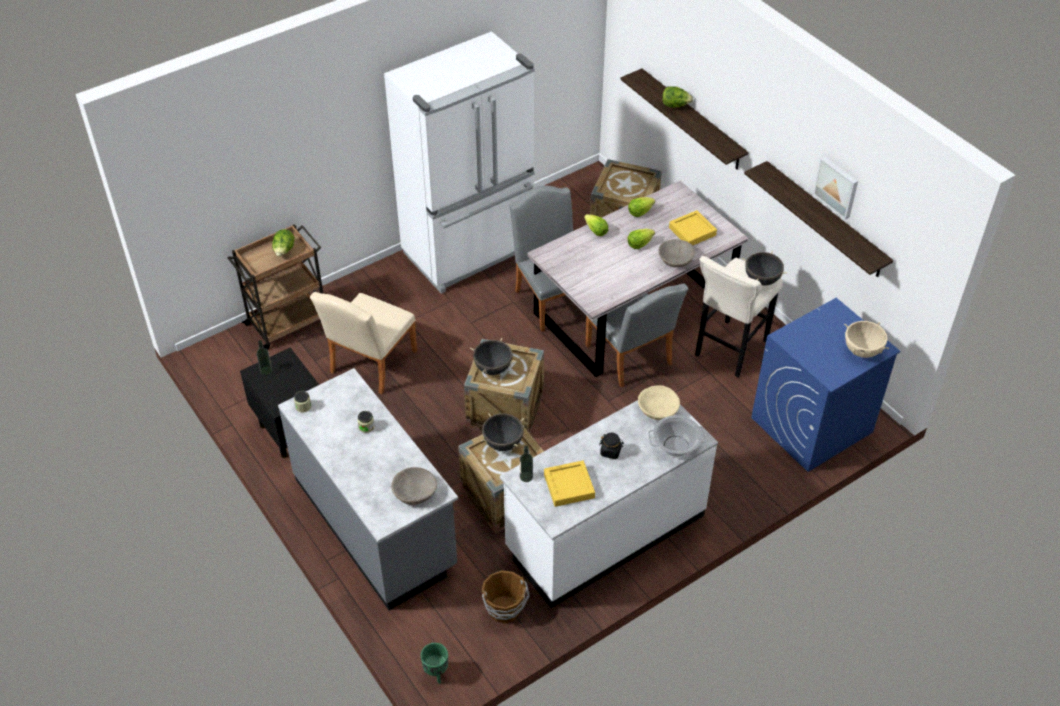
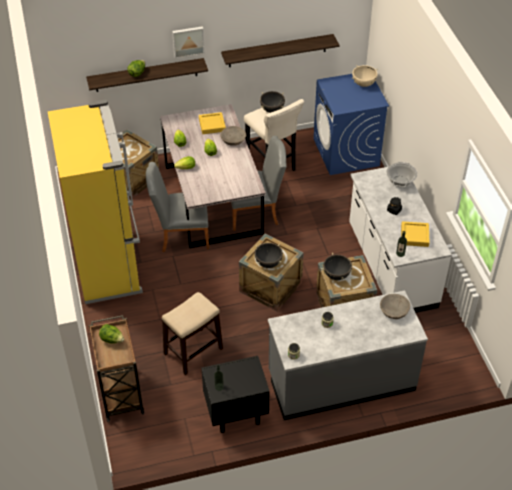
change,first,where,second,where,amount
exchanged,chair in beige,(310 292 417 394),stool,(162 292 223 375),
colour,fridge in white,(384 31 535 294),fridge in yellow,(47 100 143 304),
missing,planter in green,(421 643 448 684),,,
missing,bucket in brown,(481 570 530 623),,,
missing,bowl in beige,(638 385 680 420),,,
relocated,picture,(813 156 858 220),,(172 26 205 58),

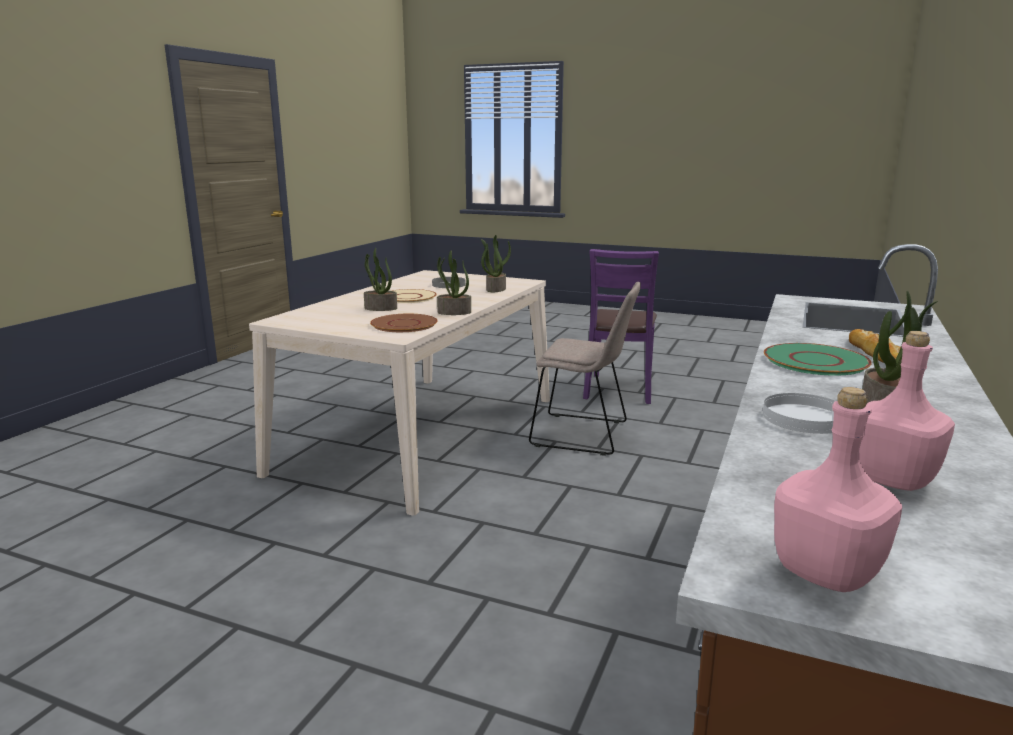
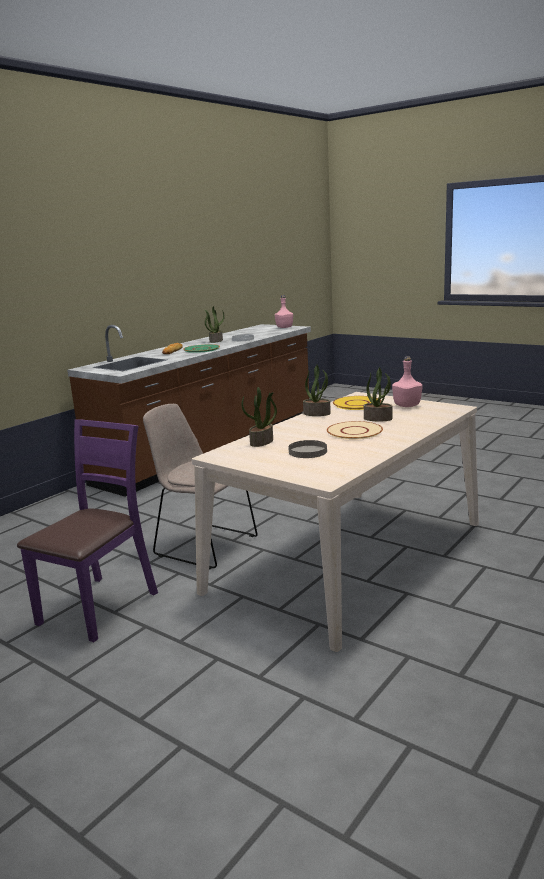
change,first,where,second,where,amount
colour,plate in brown,(370 314 438 332),plate in yellow,(333 396 381 410),
relocated,bottle in pink,(859 331 955 491),,(392 356 422 407),

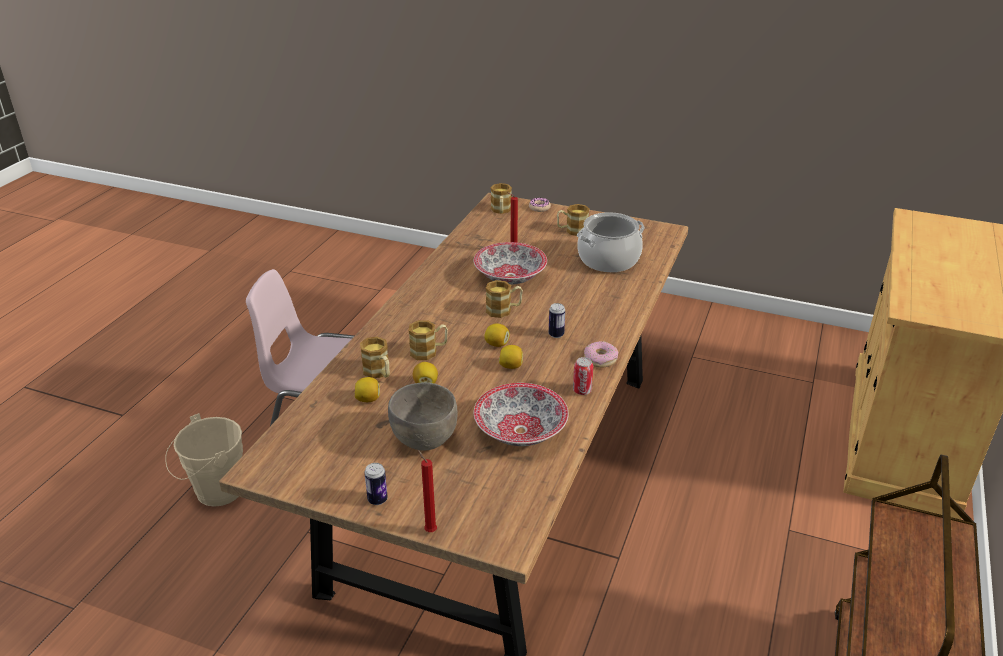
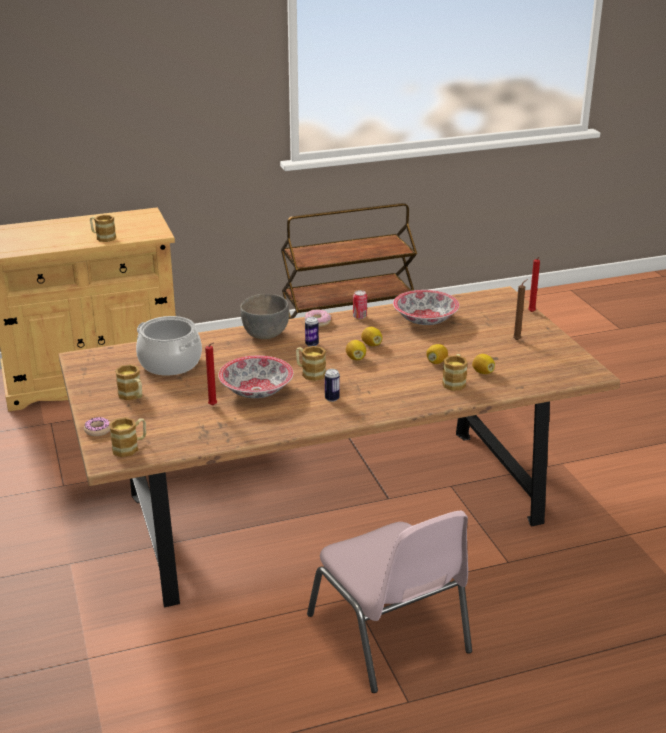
change,first,where,second,where,amount
missing,bucket in beige,(165 413 243 507),,,
relocated,can,(365 463 388 505),,(325 369 340 402),
relocated,bowl in grey,(388 382 458 451),,(240 294 290 339),
relocated,mug,(408 320 448 360),,(90 215 116 242),
appeared,,,candle in brown,(513 279 528 340),

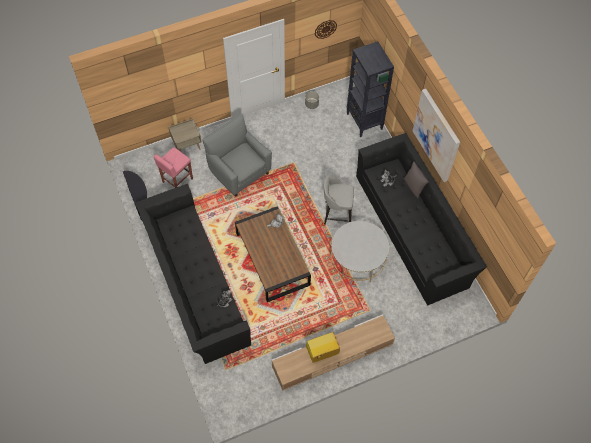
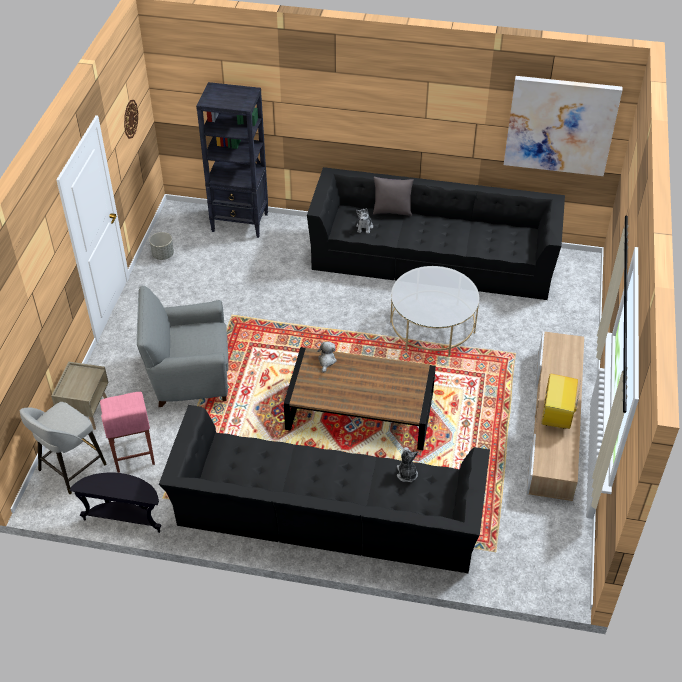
change,first,where,second,where,amount
relocated,stool in grey,(324 175 354 225),,(20 402 107 494),
relocated,picture,(413 89 460 182),,(504 76 622 176),

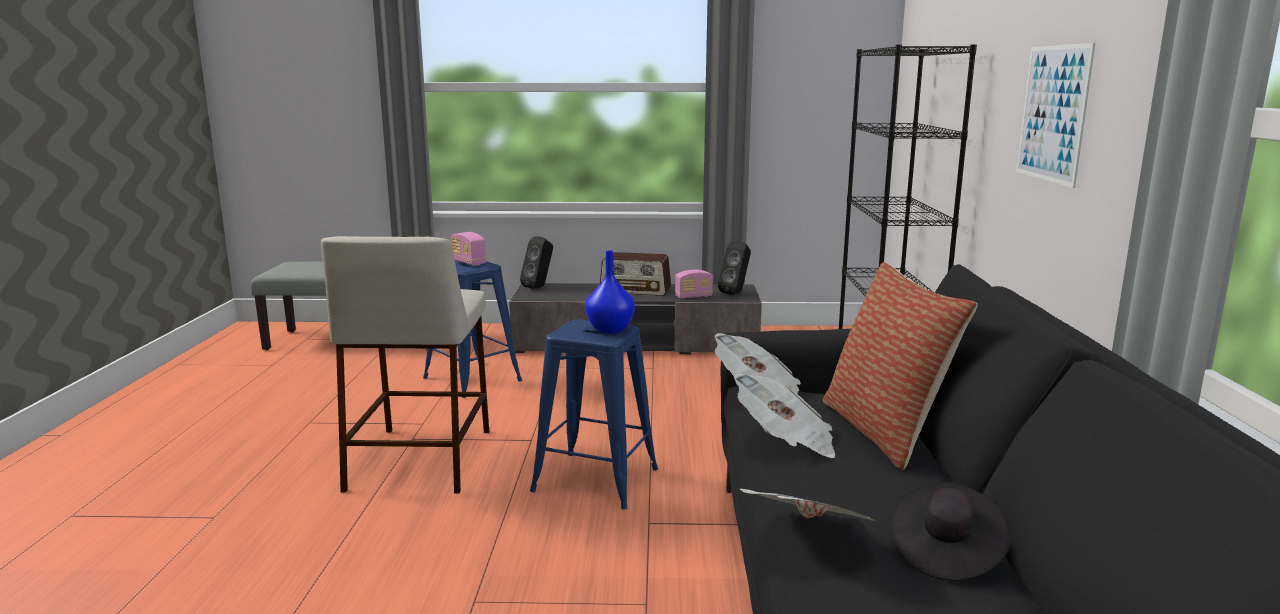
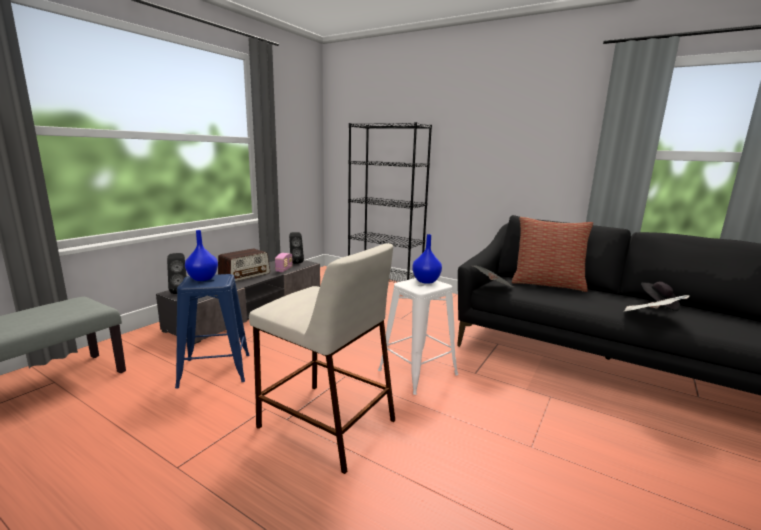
change,first,where,second,where,amount
exchanged,radio,(451 232 486 266),vase in blue,(185 230 218 281),
colour,stool in blue,(530 320 658 510),stool in white,(378 278 458 395),
missing,newspaper,(734 373 835 458),,,
missing,picture,(1016 43 1095 188),,,

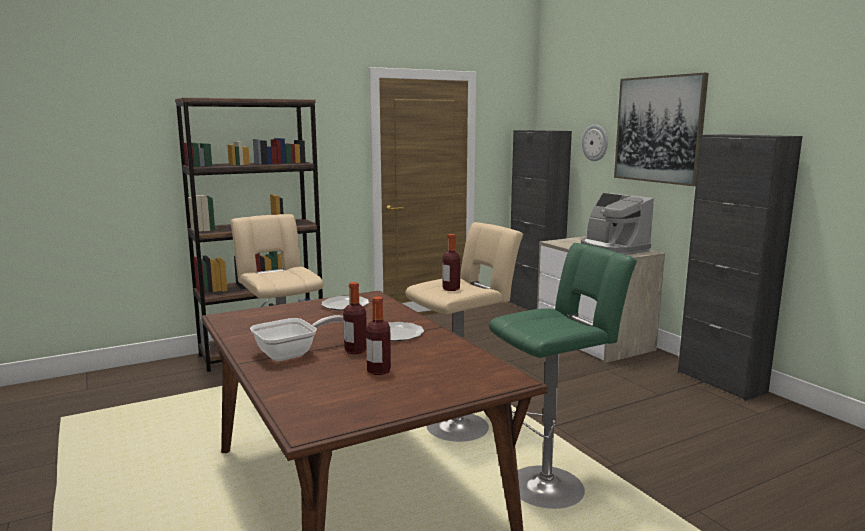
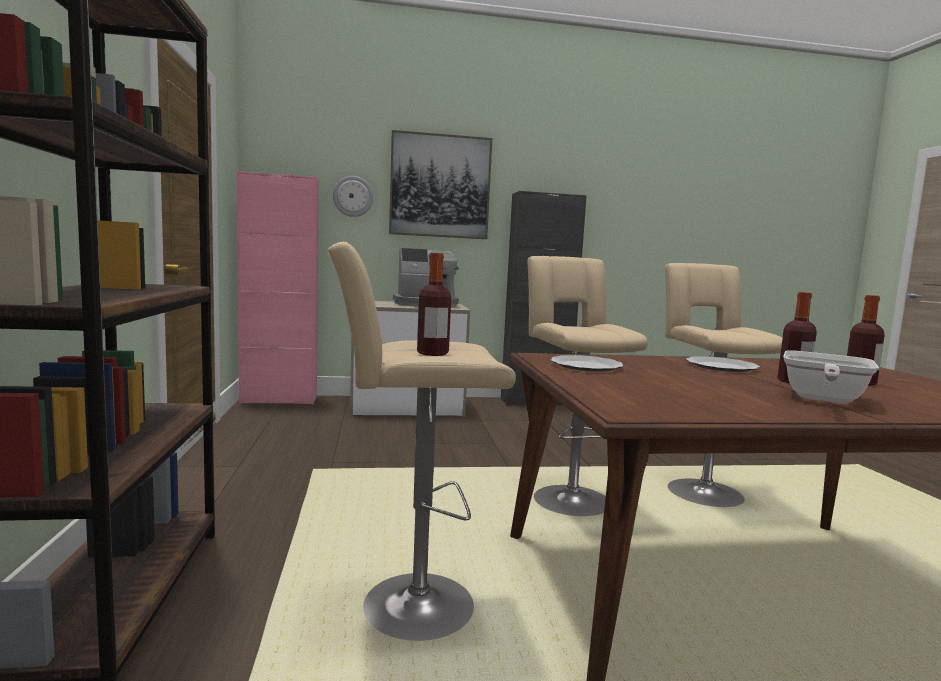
change,first,where,second,where,amount
spun,frying pan,(250 315 343 361),,(783 350 879 404),135 degrees counterclockwise
relocated,bottle,(442 234 460 291),,(417 253 451 356),
colour,stool in green,(489 243 637 509),stool in beige,(665 263 783 507),
colour,cabinet in black,(509 130 572 310),cabinet in pink,(237 171 319 405),

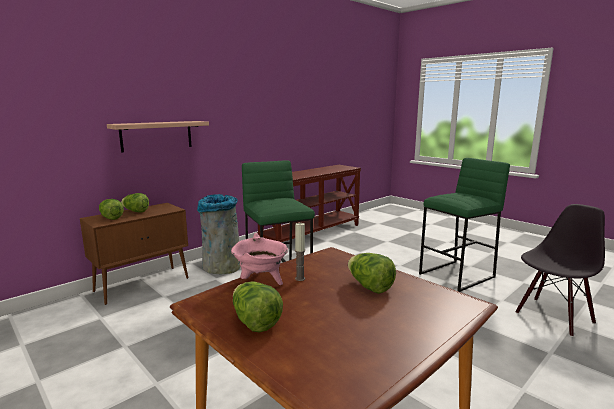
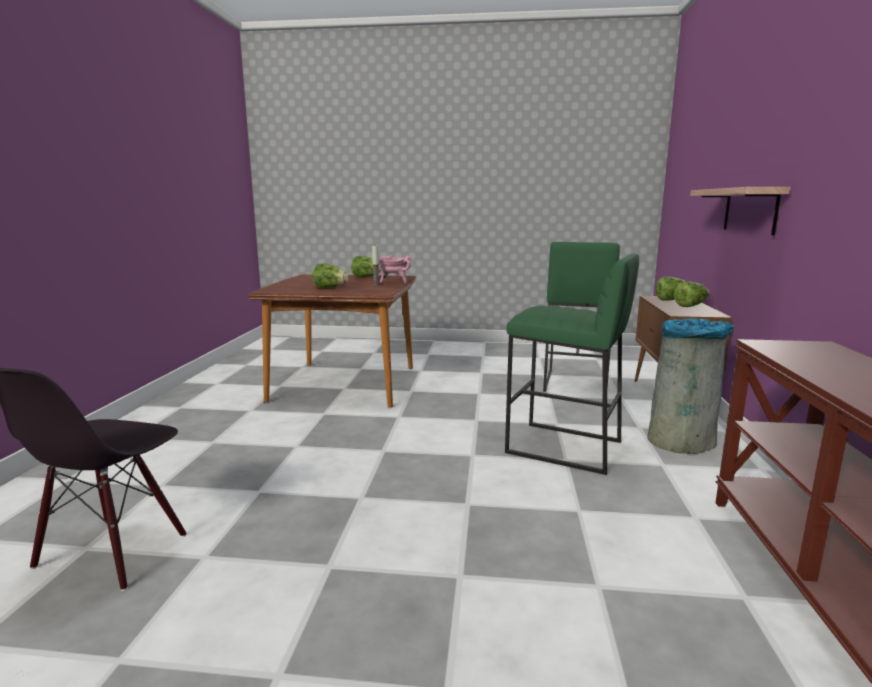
change,first,where,second,where,amount
relocated,stool in green,(419 158 510 292),,(543 242 620 392),

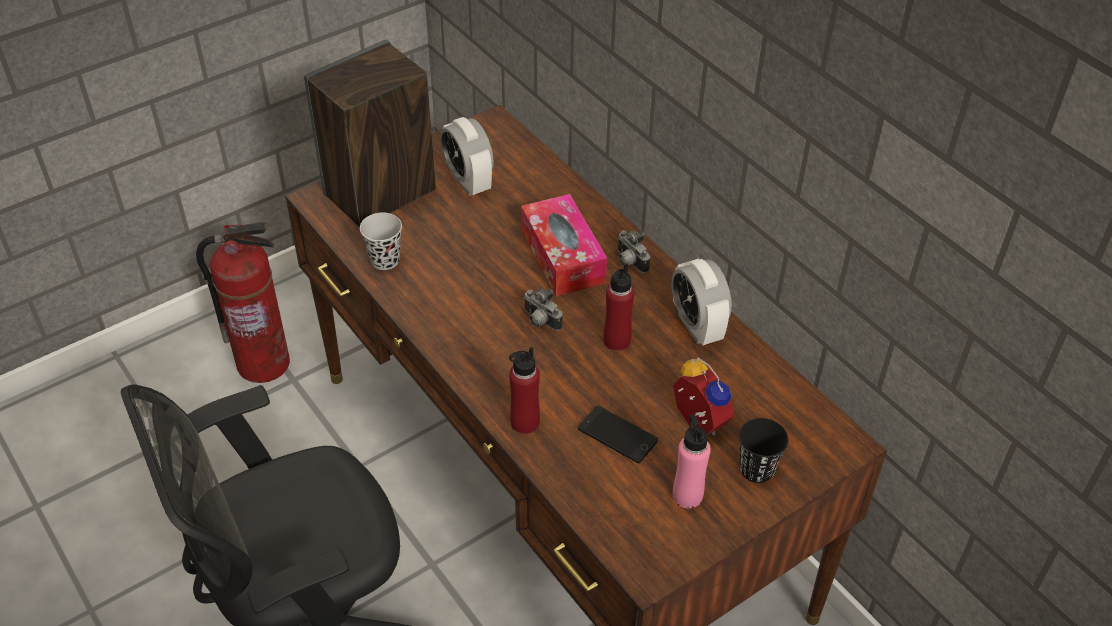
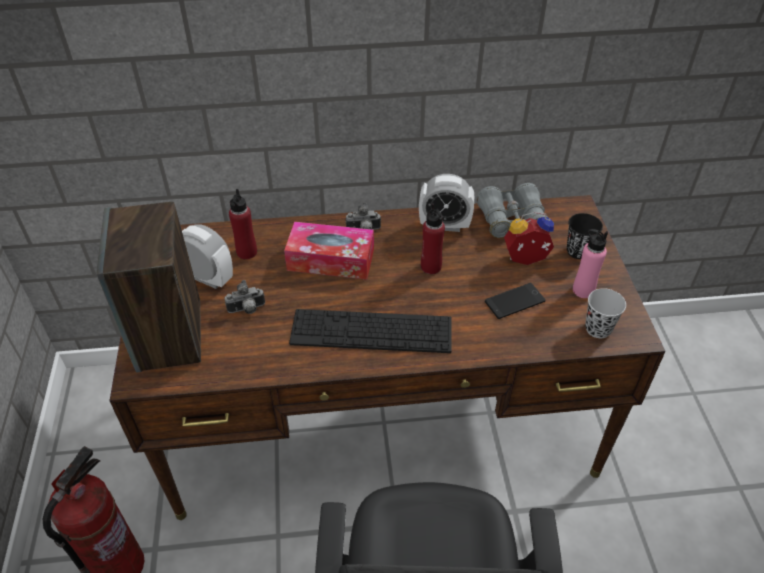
change,first,where,second,where,amount
relocated,cup in black,(360 213 402 270),,(585 288 626 338),
spun,alarm clock,(440 117 494 196),,(182 224 233 289),150 degrees counterclockwise
relocated,bottle in red,(509 347 540 434),,(229 189 257 259),
relocated,photo camera,(524 288 563 331),,(225 280 265 314),
appeared,,,keyboard,(289 309 452 353),
appeared,,,binoculars in grey,(476 183 549 238),

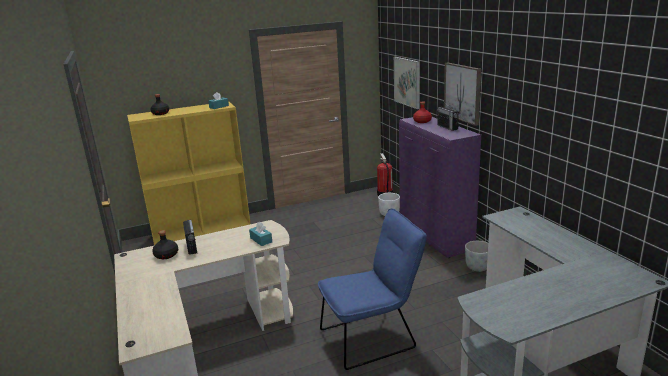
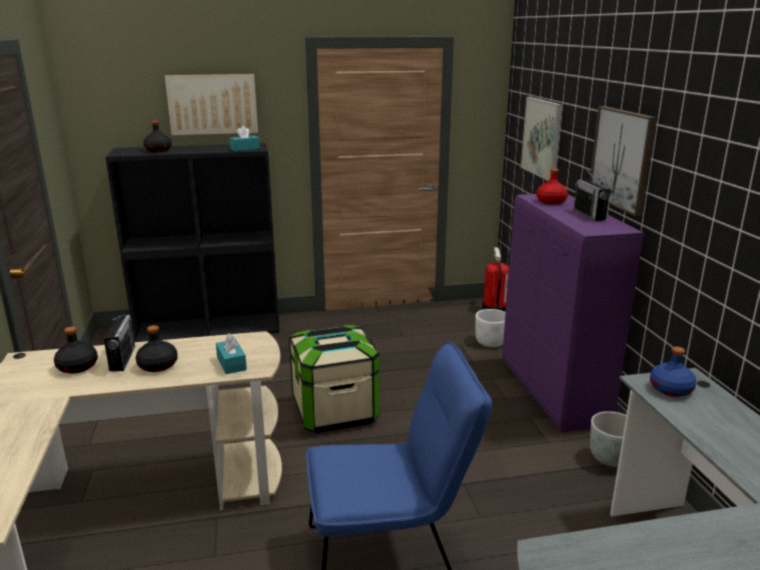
change,first,where,second,where,amount
colour,bookcase in yellow,(127 101 251 245),bookcase in black,(105 143 279 342),
appeared,,,bottle in black,(136 325 178 372),
appeared,,,picture,(165 74 258 135),
appeared,,,storage box,(289 325 380 433),
appeared,,,bottle in blue,(650 347 696 397),

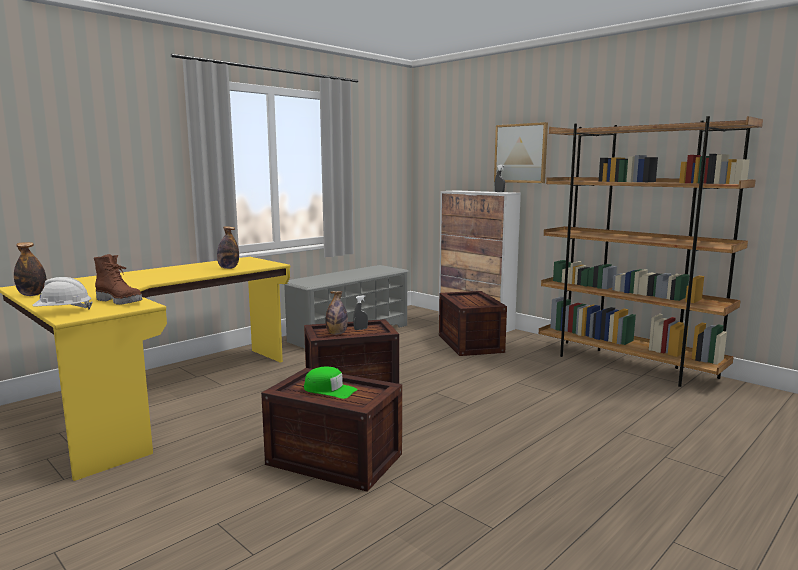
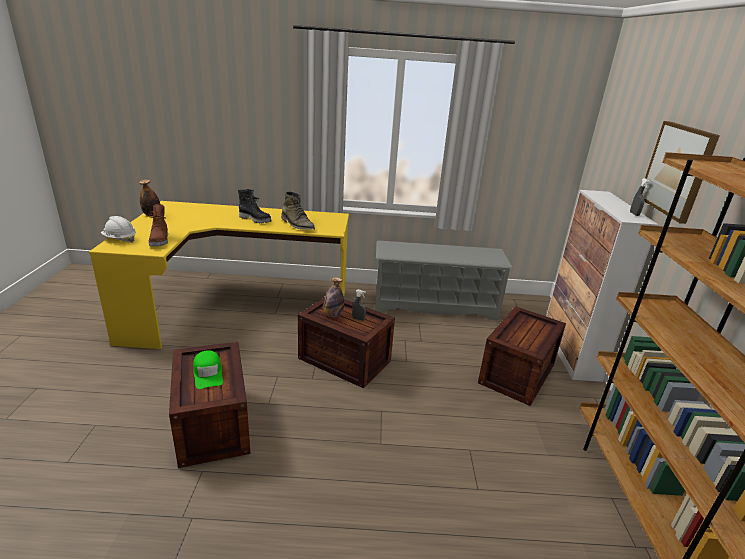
change,first,where,second,where,amount
exchanged,bottle,(217 226 239 269),boot in green,(281 191 315 230),
appeared,,,boot in black,(238 189 272 223),

